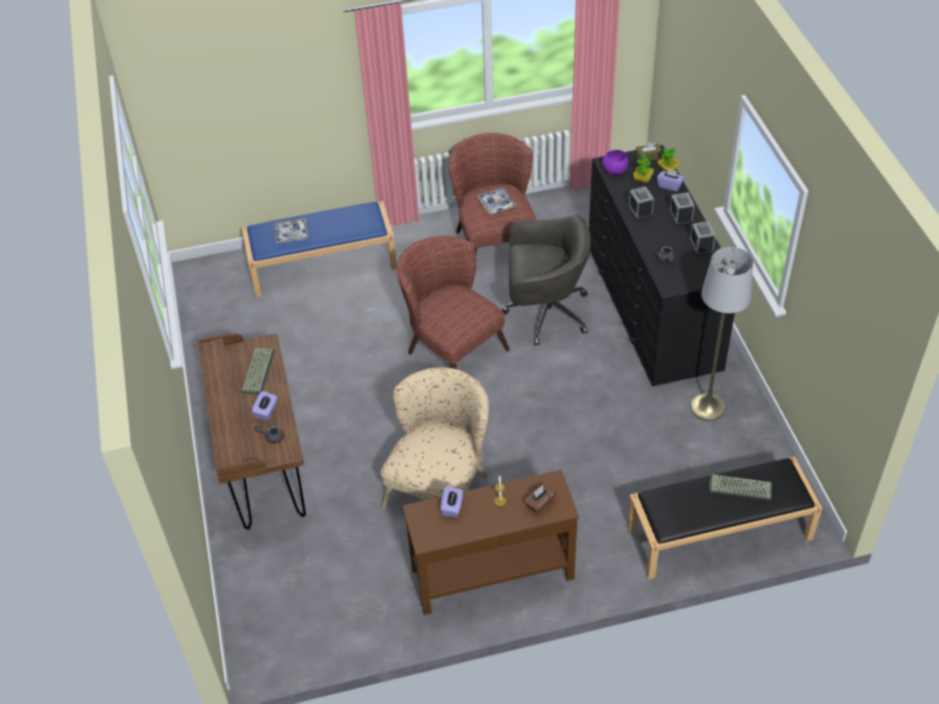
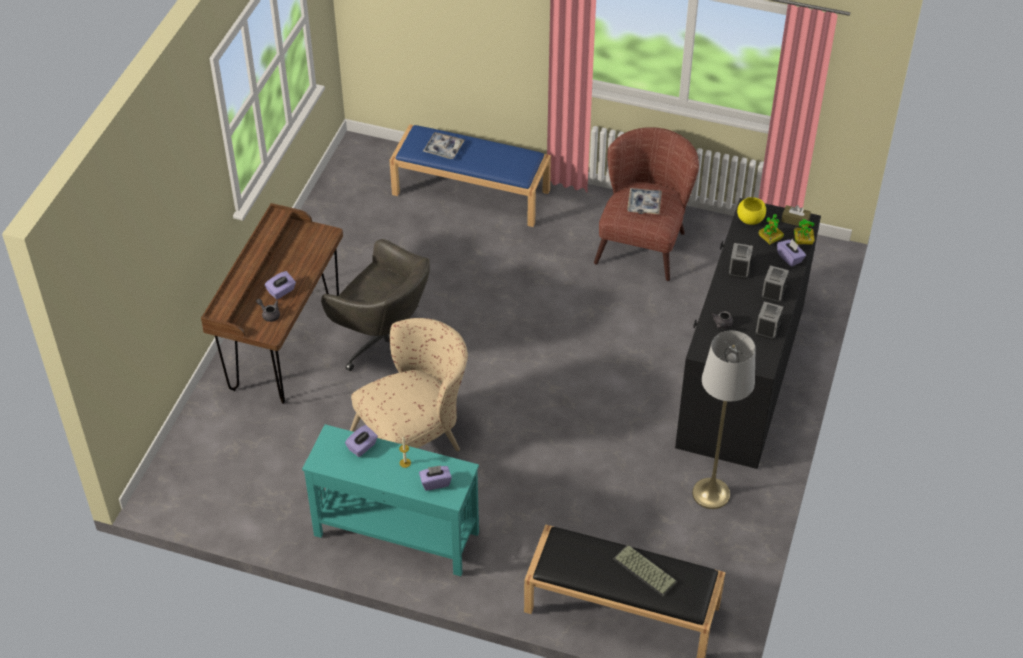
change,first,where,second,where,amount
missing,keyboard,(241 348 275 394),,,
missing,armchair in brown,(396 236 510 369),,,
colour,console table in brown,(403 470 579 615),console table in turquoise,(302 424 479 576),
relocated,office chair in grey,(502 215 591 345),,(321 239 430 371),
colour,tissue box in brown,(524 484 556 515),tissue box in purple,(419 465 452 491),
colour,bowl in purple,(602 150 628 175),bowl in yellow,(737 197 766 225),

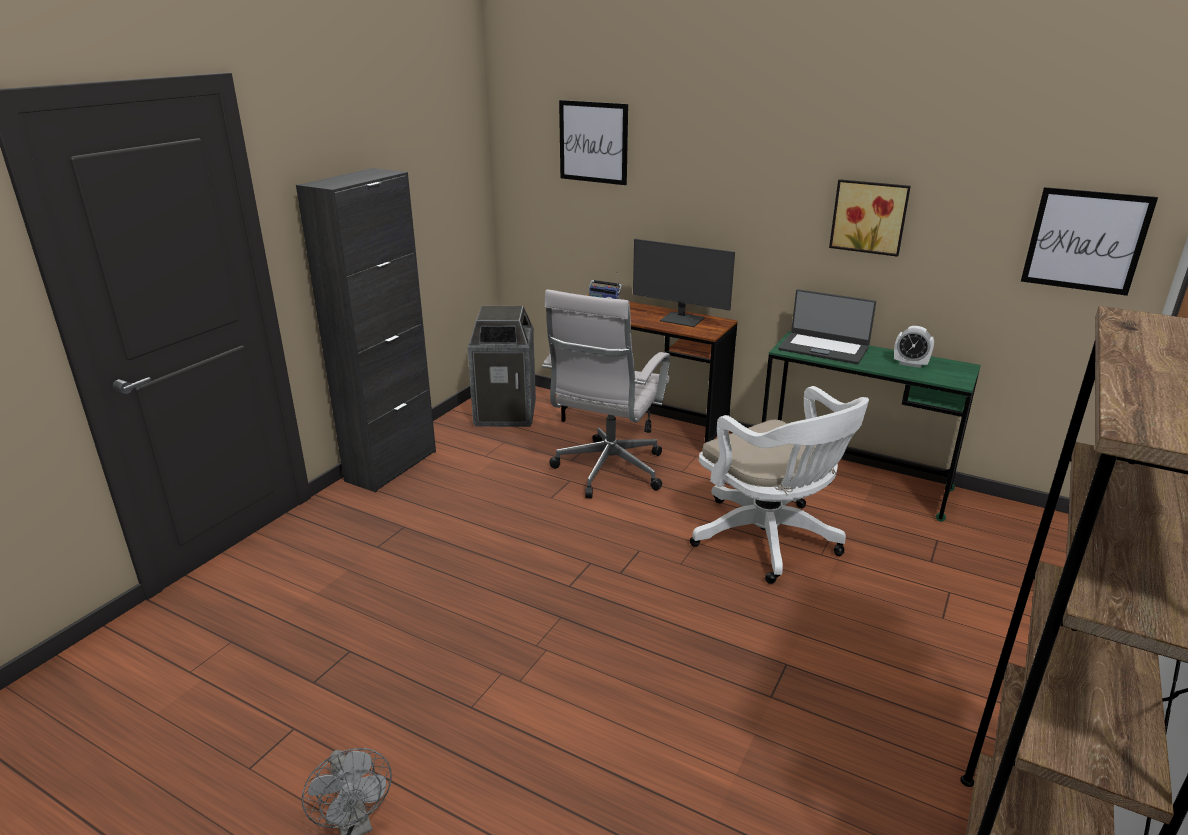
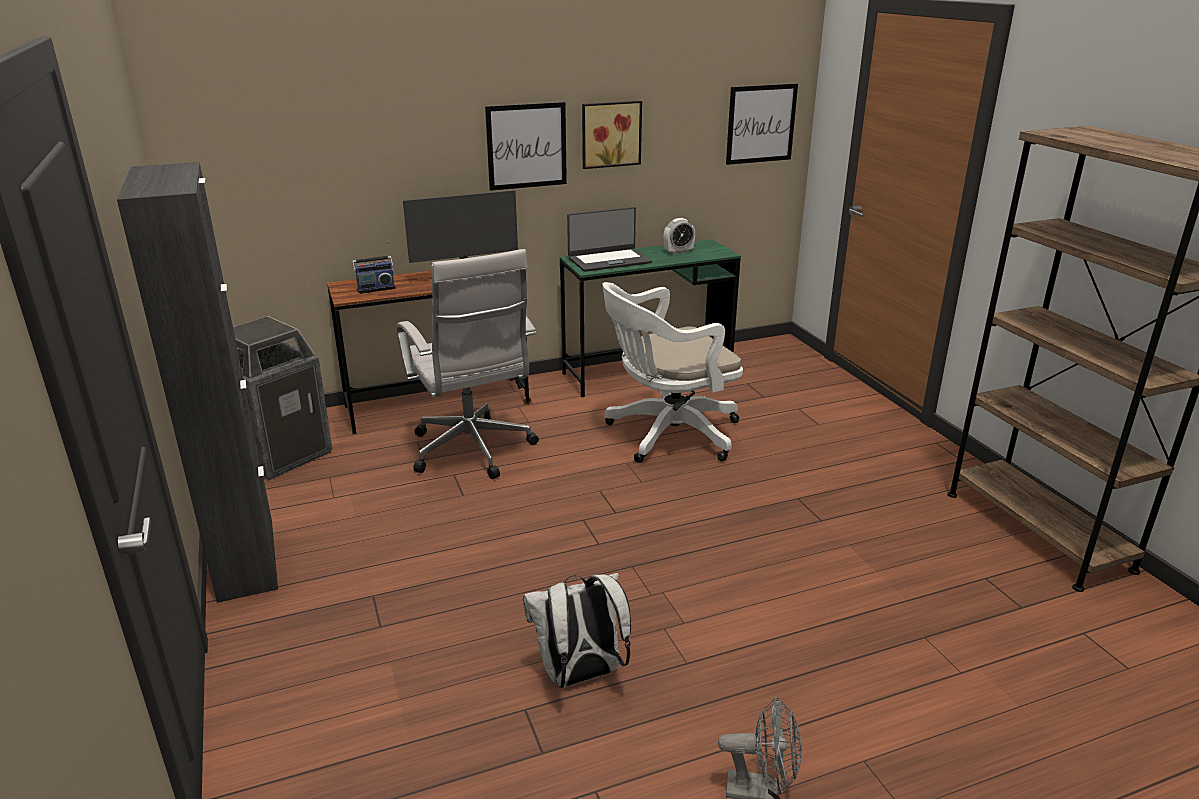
change,first,where,second,where,amount
relocated,picture,(559 100 628 185),,(485 102 567 191),
spun,office chair in white,(690 386 869 584),,(603 282 743 463),150 degrees clockwise
appeared,,,backpack in white,(523 573 631 688),

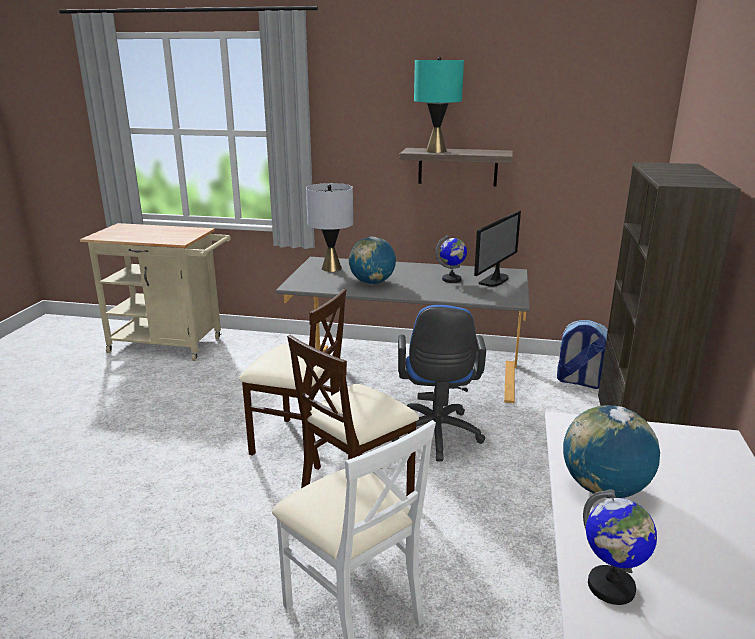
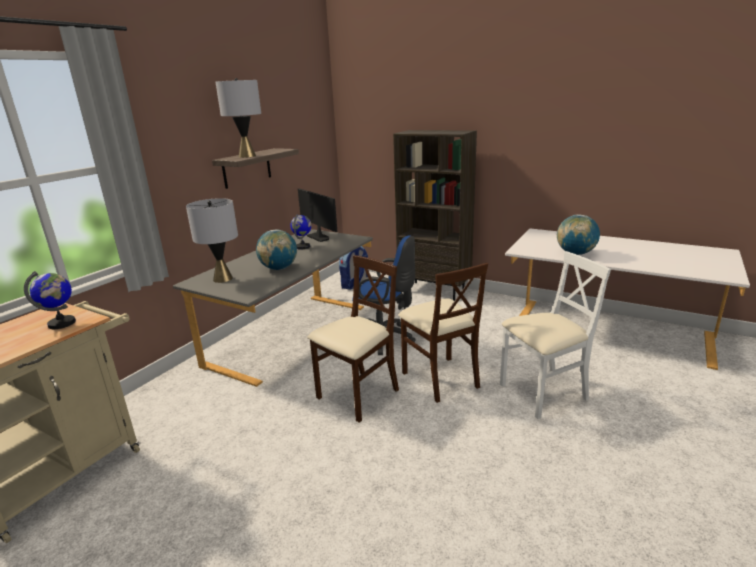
change,first,where,second,where,amount
colour,table lamp in turquoise,(414 57 464 153),table lamp in grey,(215 78 261 158),
relocated,globe,(583 489 657 605),,(24 271 76 329),

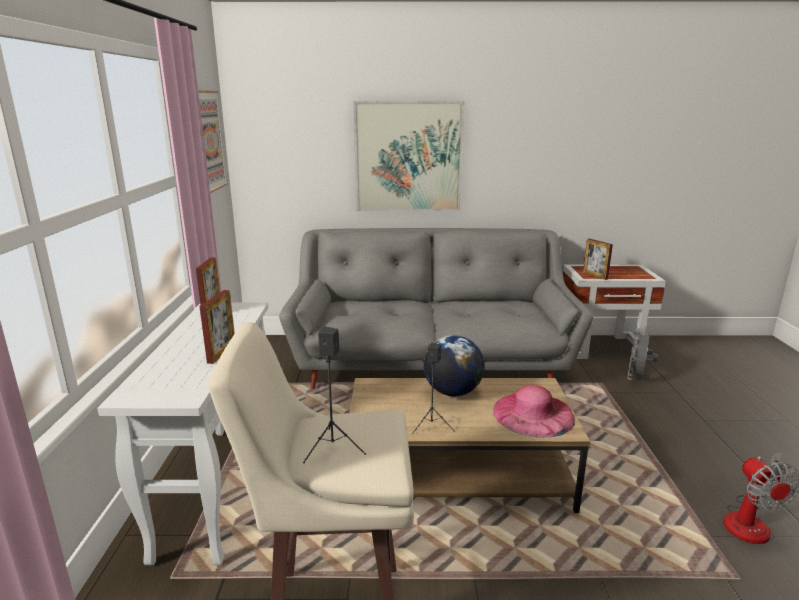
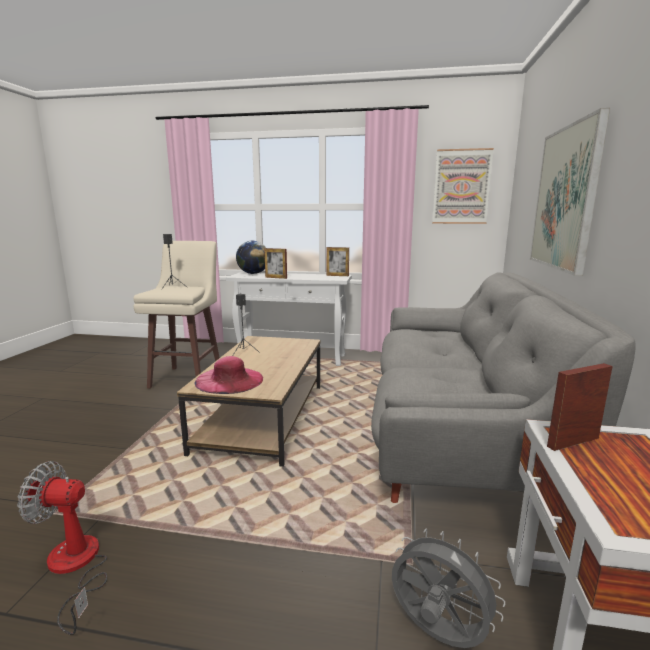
change,first,where,second,where,amount
relocated,globe,(424 335 485 396),,(236 241 266 274),

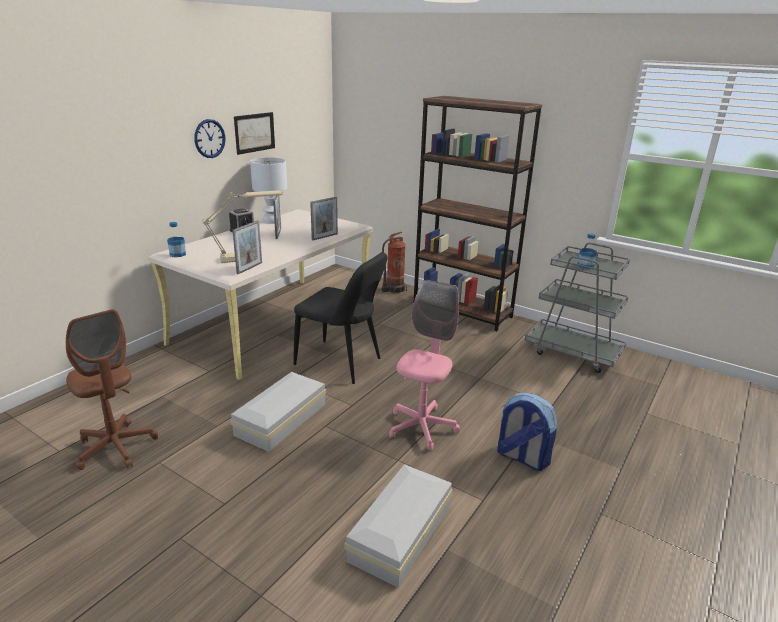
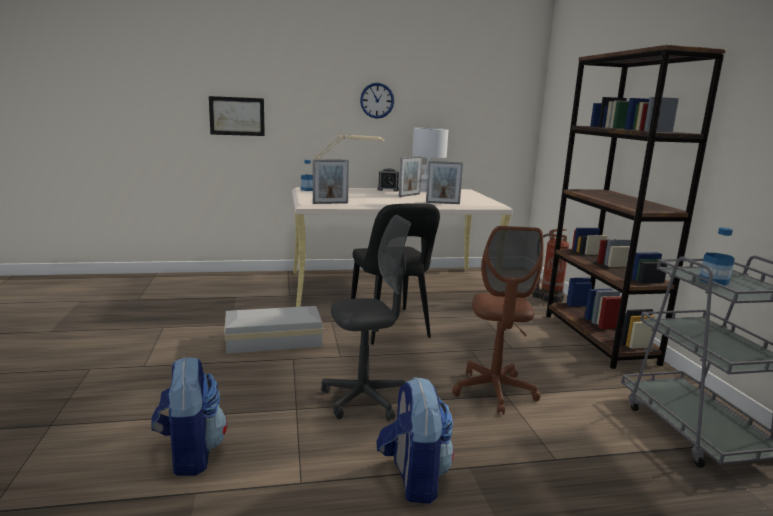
change,first,where,second,where,amount
relocated,office chair in brown,(66 309 158 470),,(452 226 544 415),
relocated,picture,(234 112 275 155),,(209 96 265 136),
exchanged,storage box in white,(345 464 453 588),backpack,(151 357 227 476),
colour,office chair in pink,(389 280 460 450),office chair in grey,(321 215 411 421),

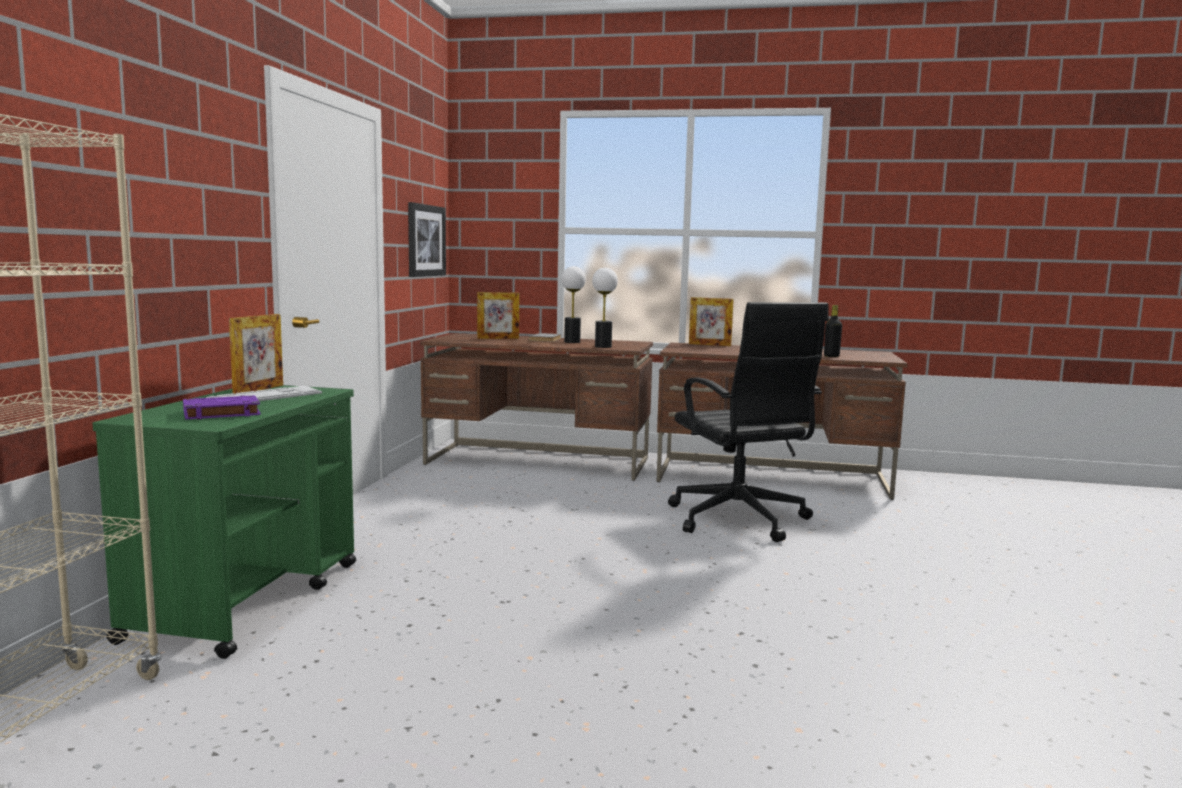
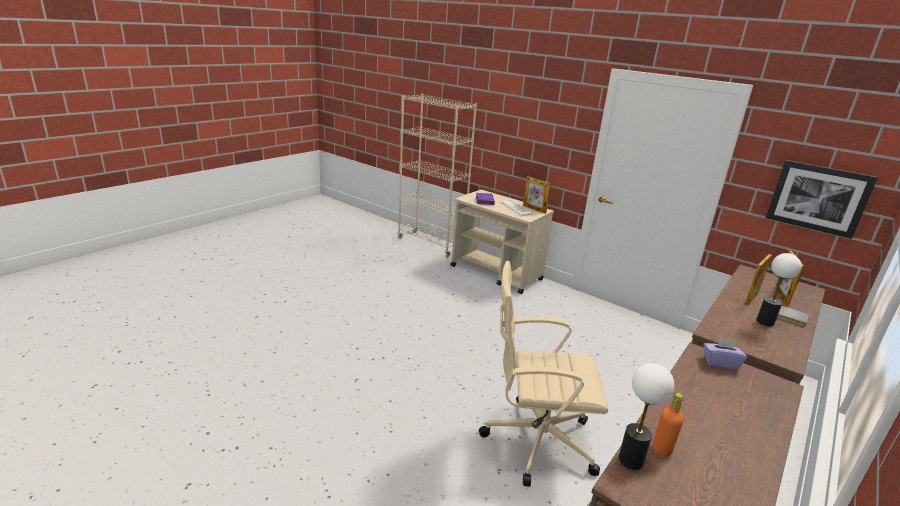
change,first,where,second,where,amount
colour,cart in green,(92 385 356 659),cart in beige,(450 190 554 294),
relocated,table lamp,(592 268 618 348),,(619 363 675 470),
colour,office chair in black,(668 302 829 542),office chair in beige,(479 261 608 487),
relocated,picture frame,(689 297 734 346),,(745 254 772 305),
colour,bottle in black,(824 305 842 357),bottle in orange,(653 393 684 457),
appeared,,,tissue box in purple,(704 337 747 370),

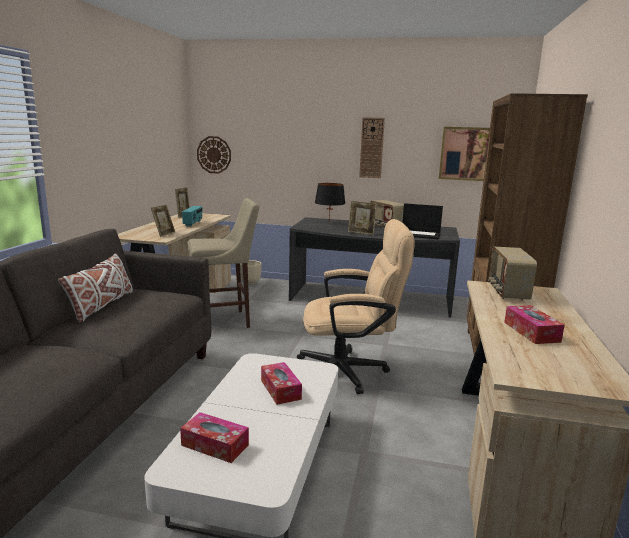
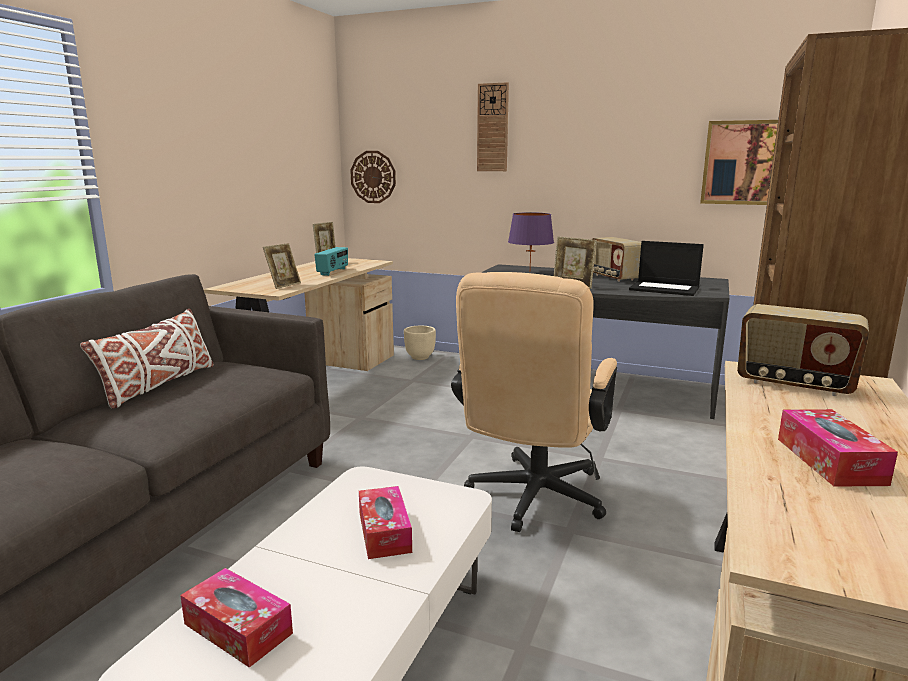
change,first,where,second,where,amount
missing,stool in beige,(187 198 259 328),,,
spun,office chair in beige,(297 219 415 394),,(451 272 617 532),105 degrees clockwise
colour,table lamp in black,(315 183 346 223),table lamp in purple,(508 212 554 267),
relocated,wall clock,(359 117 385 178),,(477 82 509 171),
spun,radio,(488 247 537 300),,(737 304 869 396),75 degrees counterclockwise

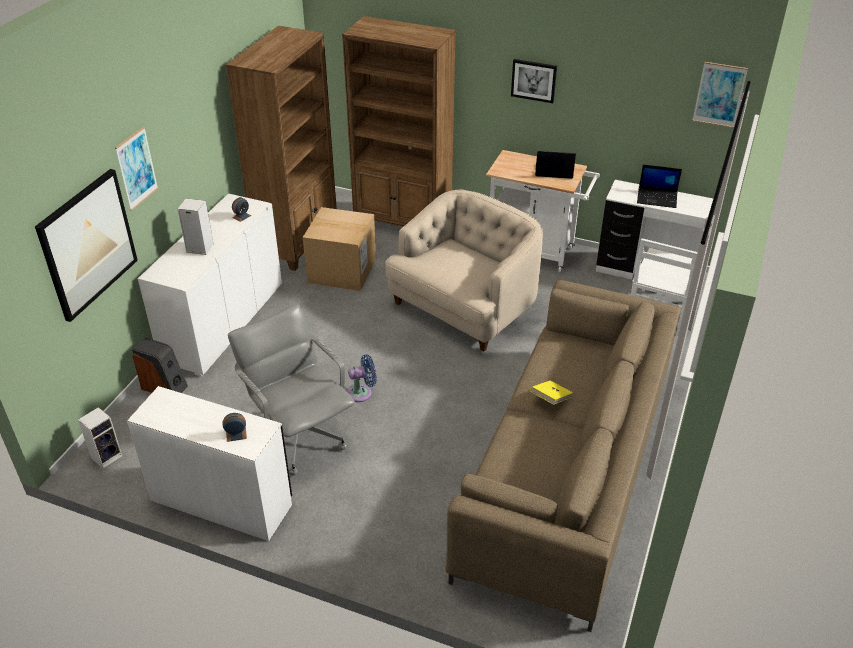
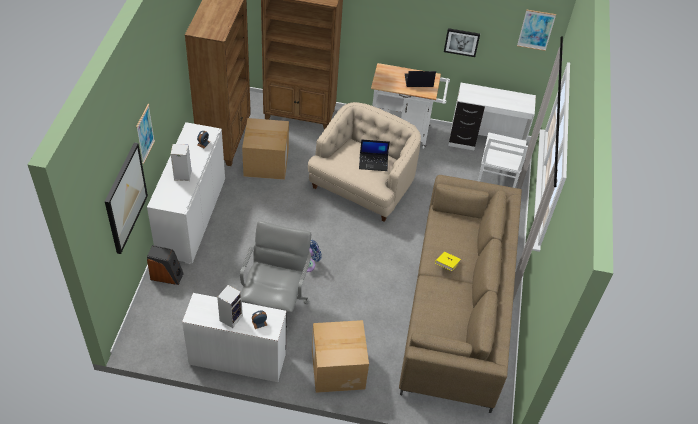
change,first,where,second,where,amount
relocated,speaker,(78 407 122 469),,(217 285 243 328),
spun,office chair in grey,(228 304 355 476),,(240 221 311 331),60 degrees clockwise
relocated,picture,(511 59 557 103),,(444 28 480 57),
relocated,laptop,(637 165 682 208),,(359 139 390 171),
appeared,,,cardboard box,(312 320 369 393),

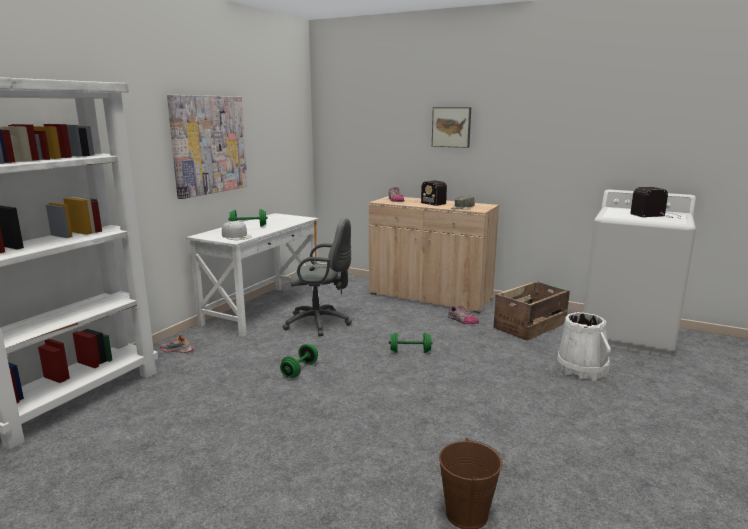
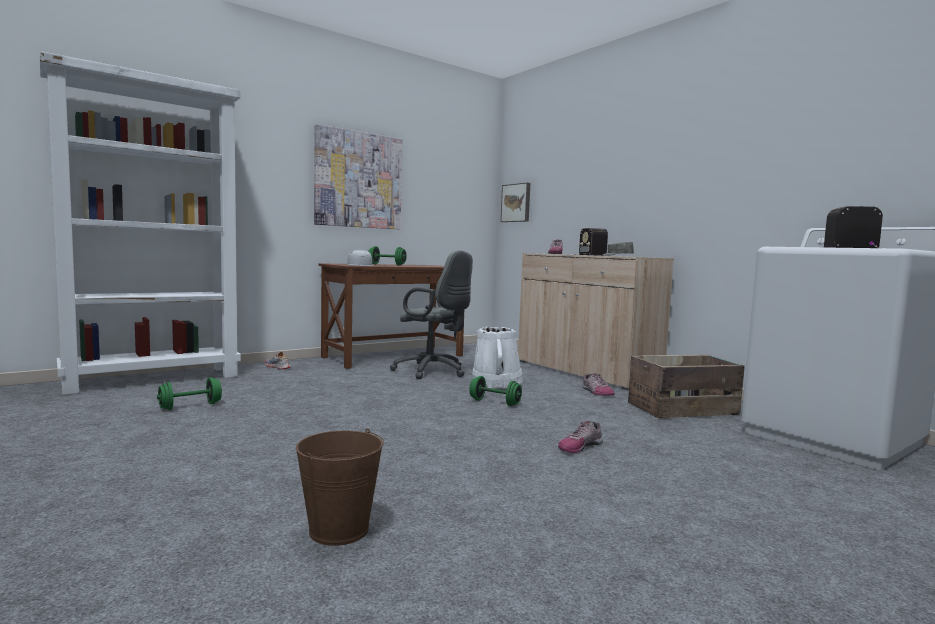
change,first,where,second,where,amount
colour,desk in white,(186 213 319 337),desk in brown,(319 263 464 369),
relocated,dumbbell in green,(280 344 318 378),,(157 377 222 410),
relocated,picture,(432 107 471 148),,(501 183 530 222),
relocated,bucket in white,(557 312 611 380),,(472 327 523 388),
appeared,,,shoe,(558 421 603 453),

